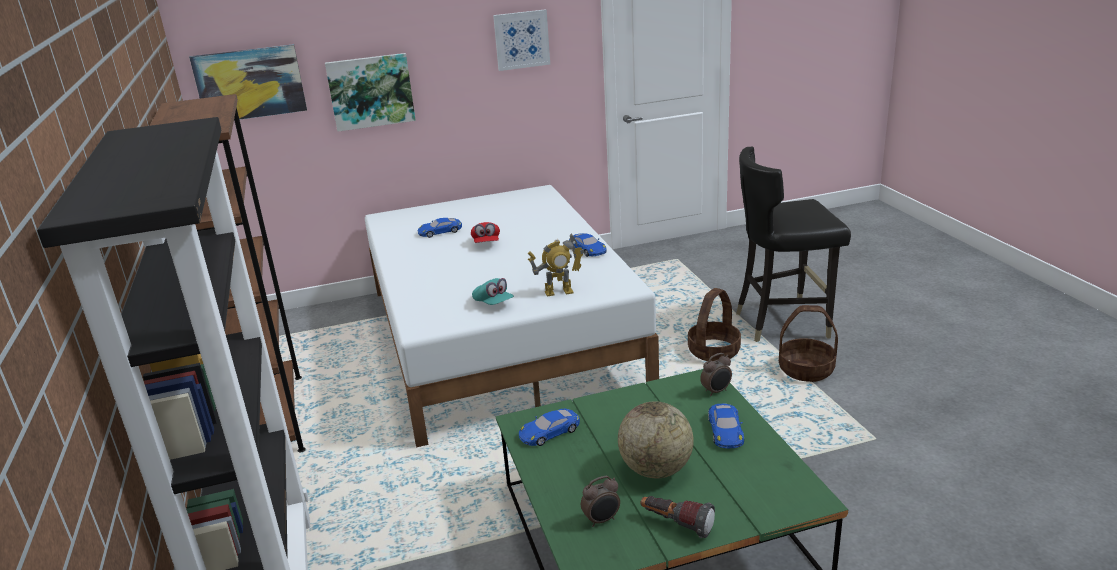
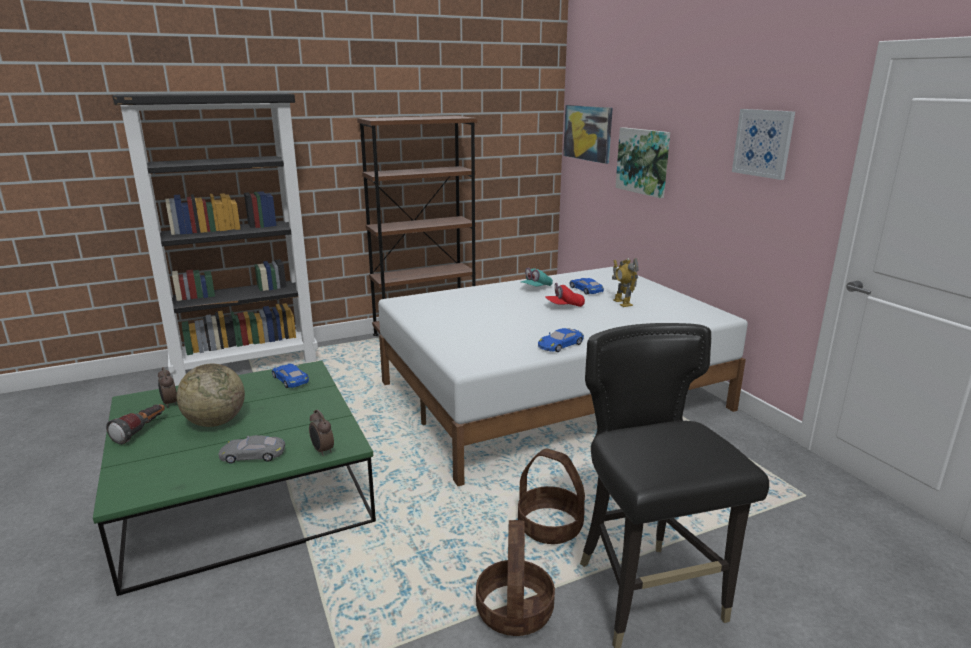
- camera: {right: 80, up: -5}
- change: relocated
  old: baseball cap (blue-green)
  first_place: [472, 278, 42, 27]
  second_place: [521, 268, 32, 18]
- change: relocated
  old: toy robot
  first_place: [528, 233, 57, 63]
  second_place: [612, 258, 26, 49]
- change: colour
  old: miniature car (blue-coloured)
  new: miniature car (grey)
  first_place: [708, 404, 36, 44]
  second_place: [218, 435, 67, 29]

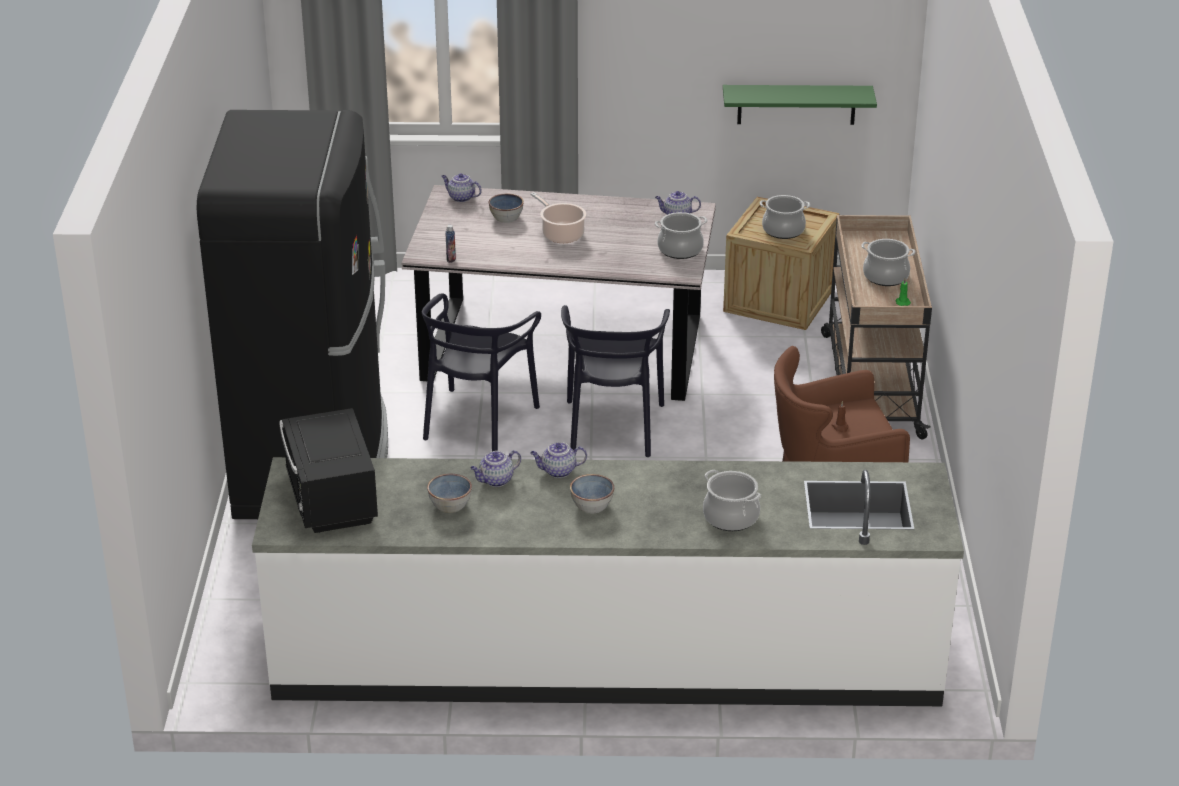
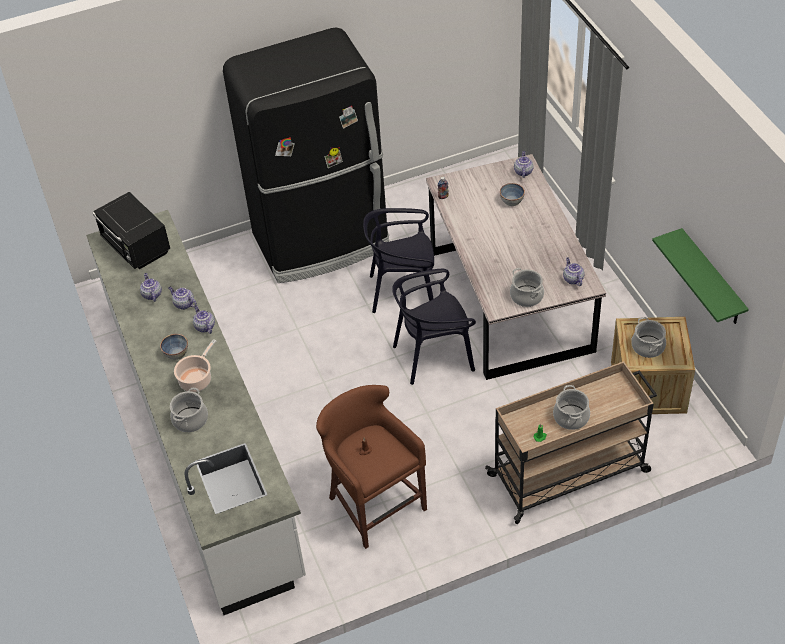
- camera: {right: 70, up: 15}
- change: relocated
  old: cooking pot
  first_place: [530, 192, 56, 51]
  second_place: [174, 339, 42, 53]
- change: exchanged
  old: serving bowl
  new: pot for tea
  first_place: [427, 474, 45, 39]
  second_place: [140, 273, 22, 29]
- change: spun
  old: microwave (black-coloured)
  first_place: [279, 408, 99, 125]
  second_place: [92, 192, 78, 77]
  degrees: -90

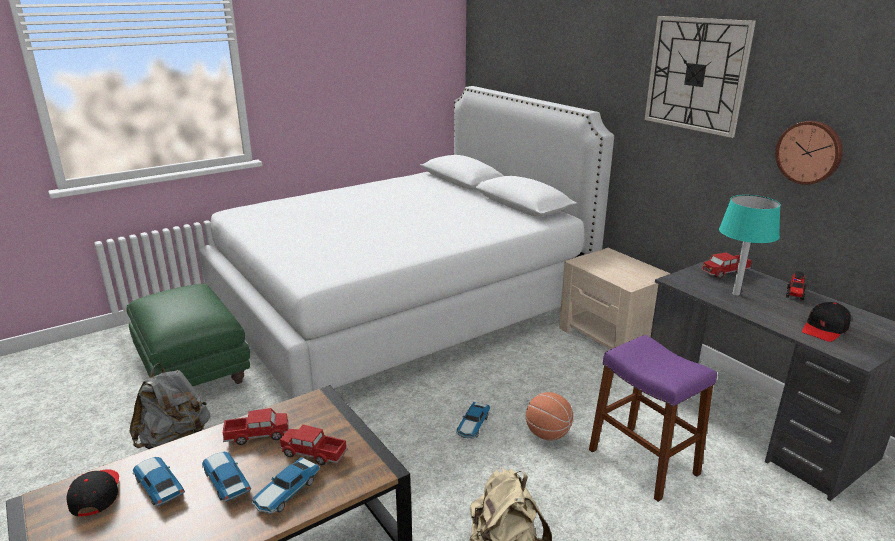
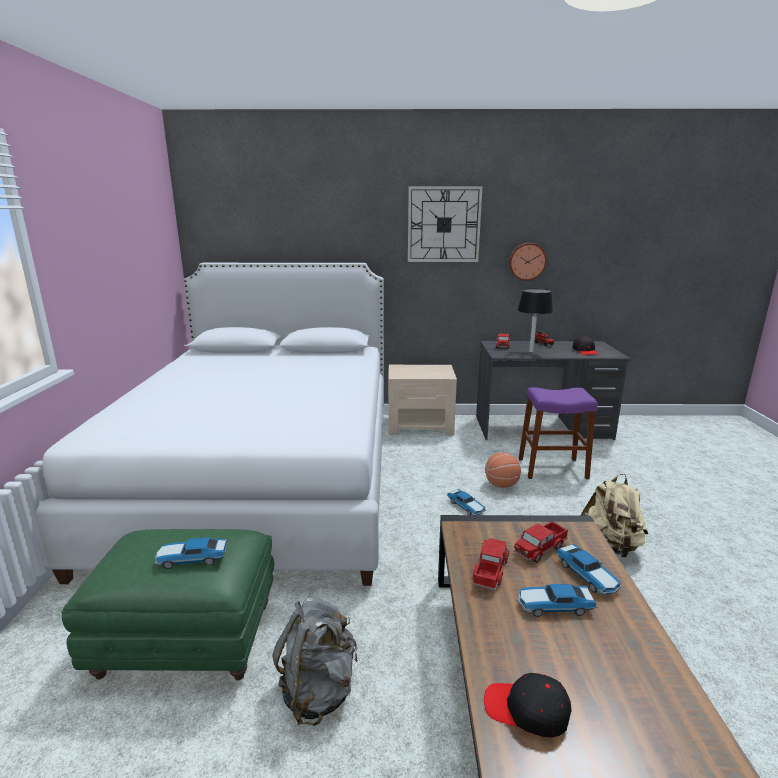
- camera: {right: -55, up: -5}
- change: relocated
  old: miniature car
  first_place: [133, 457, 52, 49]
  second_place: [155, 538, 73, 31]
- change: colour
  old: lamp for a table (blue-green)
  new: lamp for a table (black-coloured)
  first_place: [719, 195, 62, 101]
  second_place: [518, 289, 35, 63]

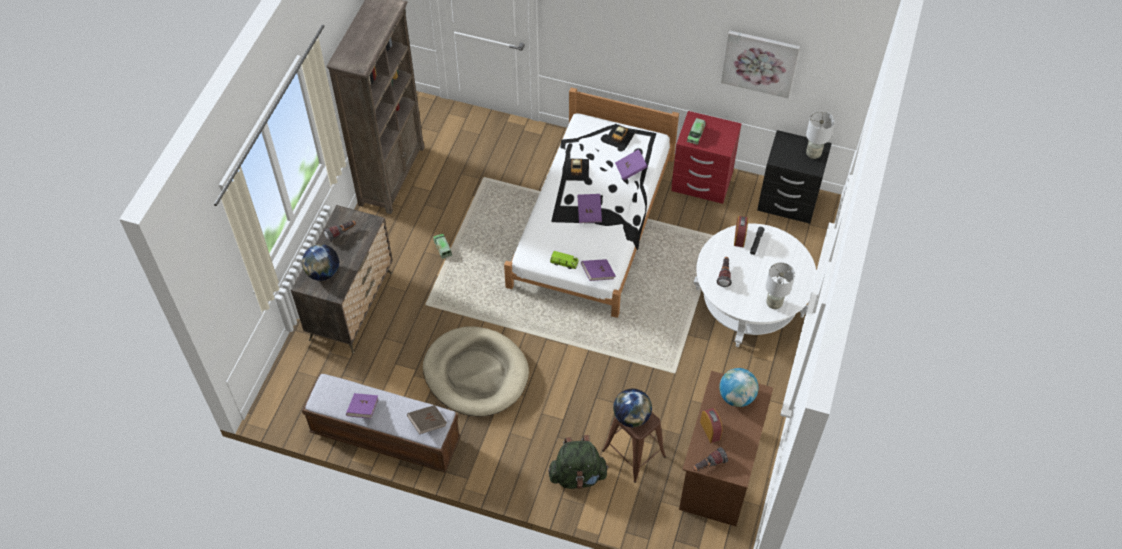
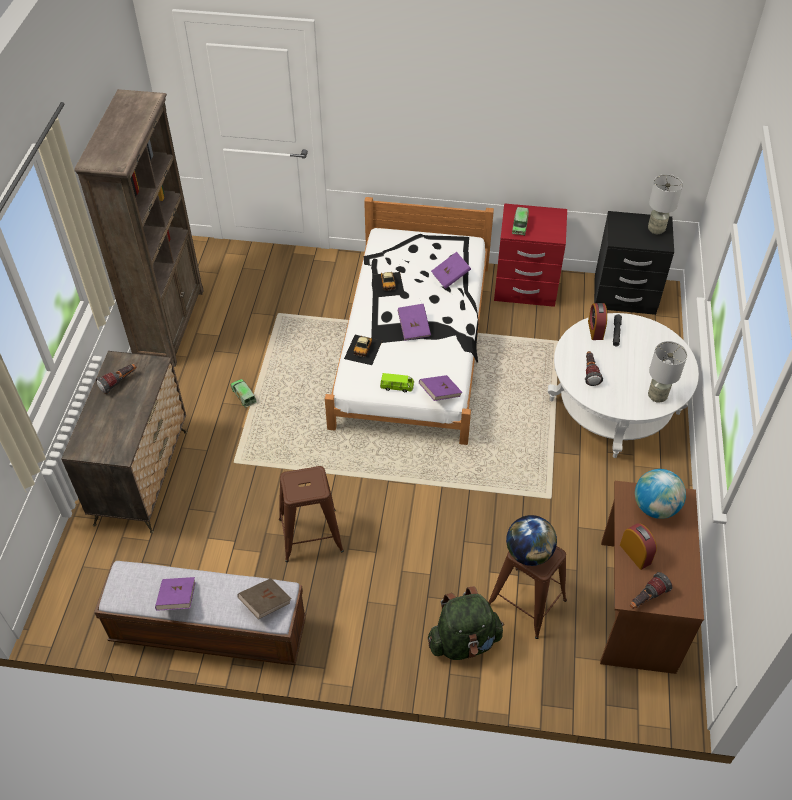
- camera: {right: -10, up: -5}
- change: missing
  old: globe
  first_place: [302, 244, 37, 37]
- change: missing
  old: wall picture
  first_place: [721, 30, 79, 68]
- change: relocated
  old: miniature car
  first_place: [604, 124, 32, 26]
  second_place: [344, 335, 38, 30]
- change: exchanged
  old: dog cushion (beige-coloured)
  new: stool (brown)
  first_place: [423, 326, 106, 90]
  second_place: [279, 466, 65, 96]

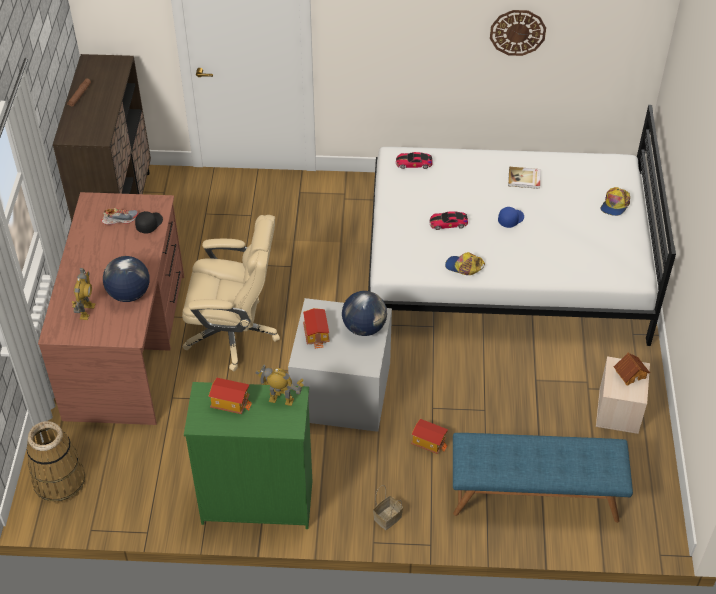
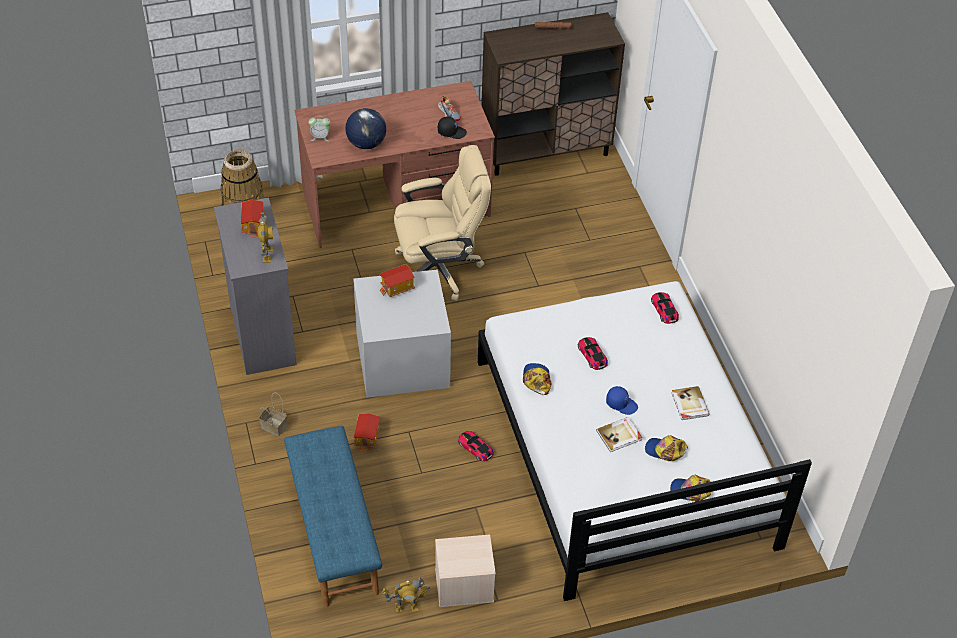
- camera: {right: 70, up: 0}
- change: missing
  old: globe
  first_place: [342, 291, 45, 45]
- change: missing
  old: hanging clock
  first_place: [490, 10, 56, 46]
- change: missing
  old: toy house
  first_place: [614, 353, 36, 33]
- change: appeared
  new: table clock
  second_place: [308, 117, 22, 24]
- change: appeared
  new: miniature car
  second_place: [458, 431, 36, 31]
- change: appeared
  new: book
  second_place: [596, 417, 46, 35]
- change: appeared
  new: baseball cap
  second_place: [645, 435, 43, 26]
- change: relocated
  old: toy robot
  first_place: [72, 268, 23, 52]
  second_place: [382, 577, 48, 36]
- change: colour
  old: dresser (greenish)
  new: dresser (grey)
  first_place: [184, 382, 128, 147]
  second_place: [214, 198, 83, 177]
- change: spun
  old: office chair (beige-coloured)
  first_place: [182, 215, 98, 156]
  second_place: [394, 145, 97, 156]
  degrees: -90

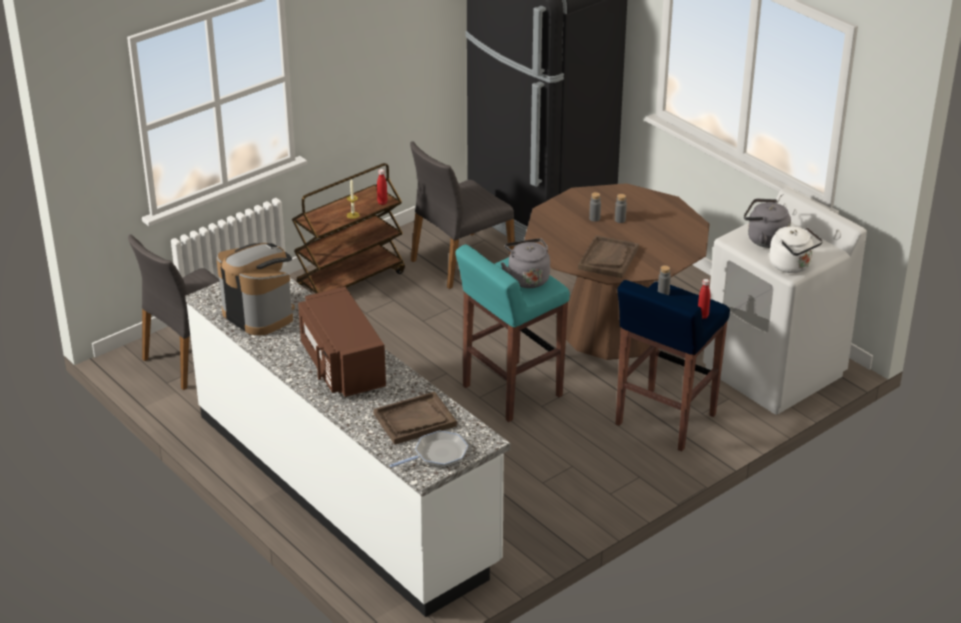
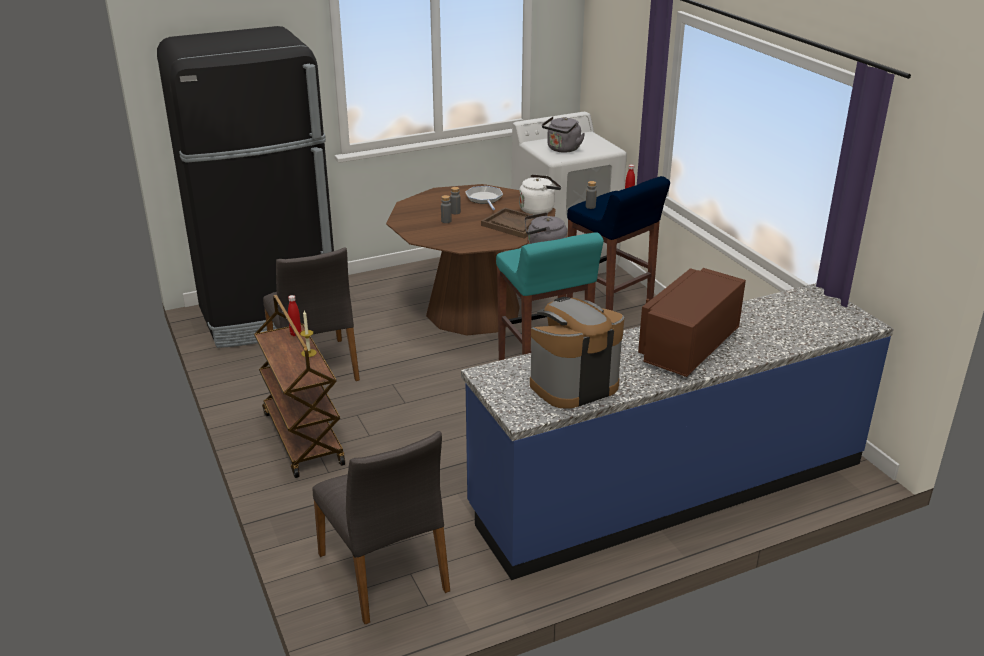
- camera: {right: -75, up: -5}
- change: missing
  old: tray (brown)
  first_place: [373, 392, 84, 53]
- change: relocated
  old: pan
  first_place: [390, 431, 78, 37]
  second_place: [465, 186, 38, 24]
- change: relocated
  old: tea kettle (white-coloured)
  first_place: [769, 226, 54, 47]
  second_place: [519, 174, 42, 41]
- change: colour
  old: counter (white-coloured)
  new: counter (blue-coloured)
  first_place: [185, 270, 326, 347]
  second_place: [461, 283, 433, 297]
- change: spun
  old: microwave (brown)
  first_place: [298, 287, 88, 110]
  second_place: [638, 268, 108, 109]
  degrees: 135

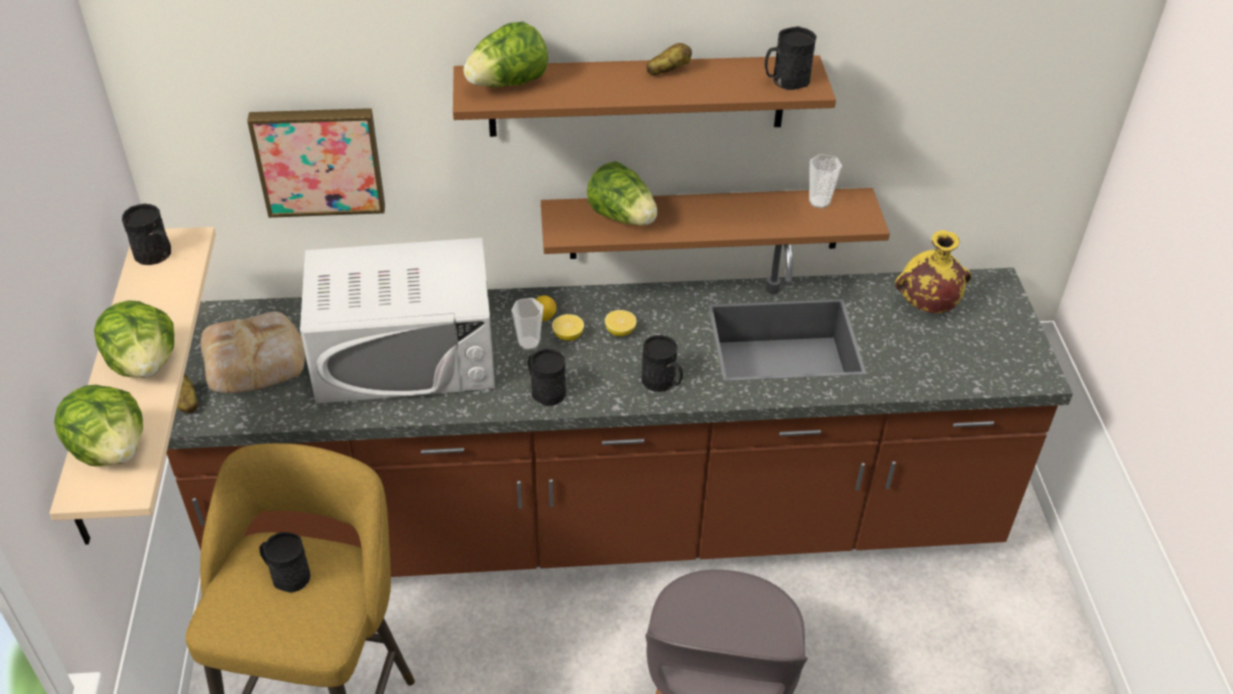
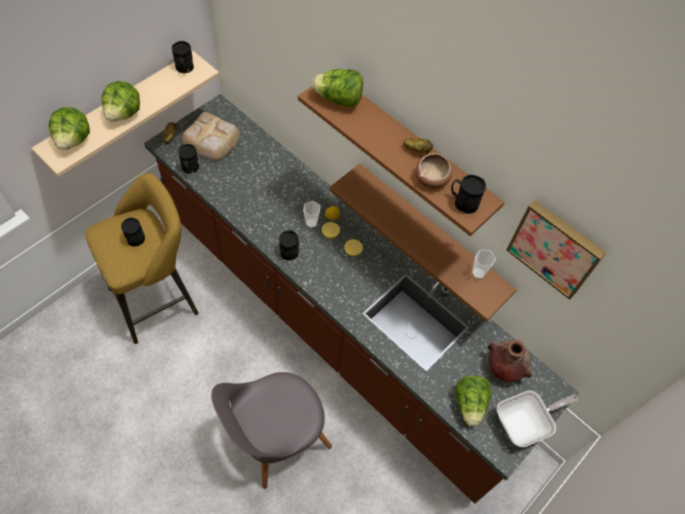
- camera: {right: 45, up: 15}
- change: missing
  old: microwave (white-coloured)
  first_place: [300, 238, 195, 166]
- change: appeared
  new: serving bowl
  second_place: [416, 153, 36, 36]
- change: appeared
  new: pan
  second_place: [497, 391, 81, 56]
- change: relocated
  old: wall picture
  first_place: [247, 108, 138, 110]
  second_place: [506, 200, 101, 100]
- change: relocated
  old: lettuce
  first_place: [587, 161, 70, 65]
  second_place: [455, 376, 36, 50]
- change: relocated
  old: coffee mug (black-coloured)
  first_place: [642, 335, 41, 57]
  second_place: [178, 144, 21, 30]
- change: colour
  old: vase (yellow)
  new: vase (brown)
  first_place: [895, 230, 76, 83]
  second_place: [488, 340, 44, 42]

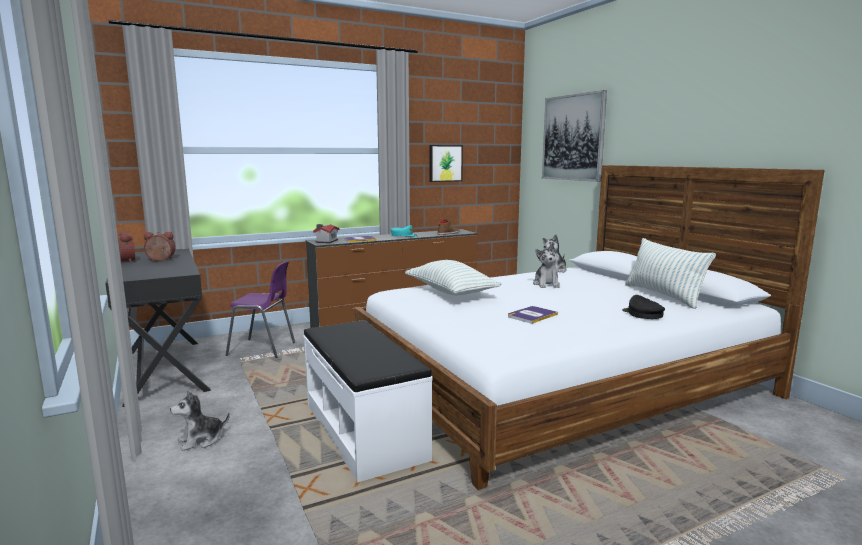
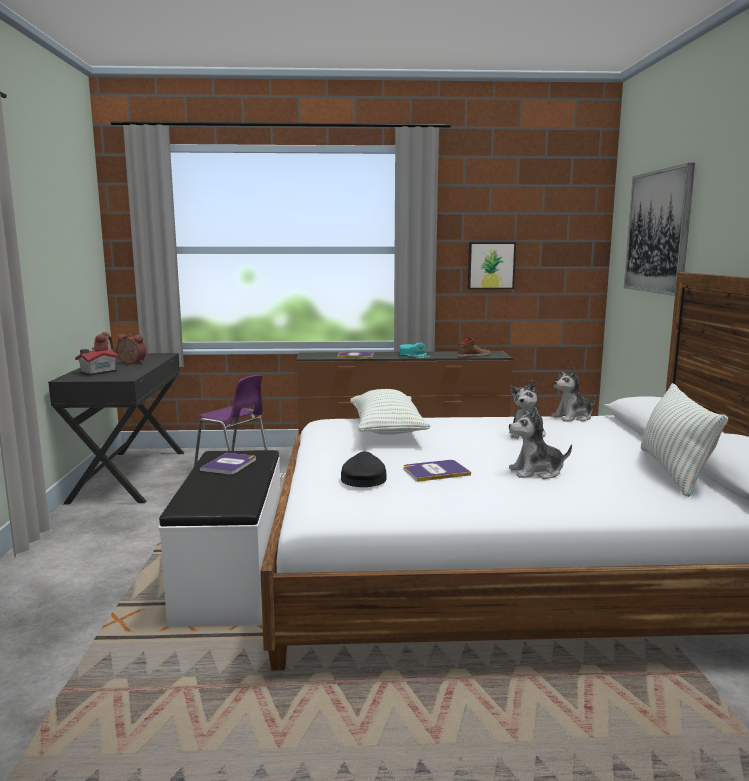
- camera: {right: 25, up: 0}
- change: appeared
  new: book
  second_place: [200, 453, 56, 21]
- change: relocated
  old: cuddly toy
  first_place: [170, 391, 60, 60]
  second_place: [509, 407, 63, 72]
- change: relocated
  old: toy house
  first_place: [313, 224, 26, 19]
  second_place: [75, 349, 44, 26]
- change: relocated
  old: baseball cap (black-coloured)
  first_place: [622, 295, 43, 24]
  second_place: [341, 451, 45, 36]

